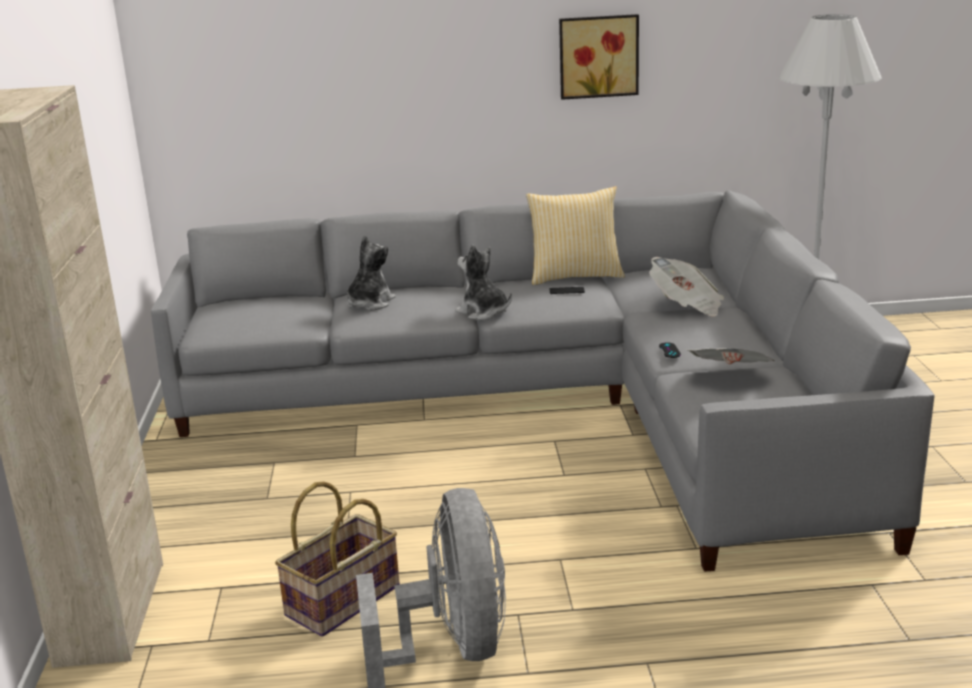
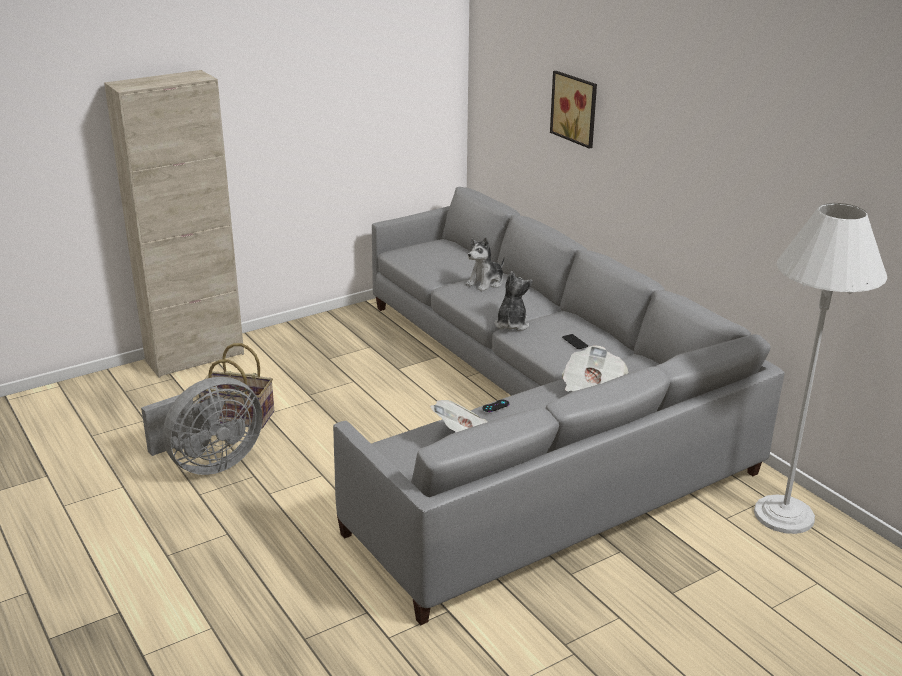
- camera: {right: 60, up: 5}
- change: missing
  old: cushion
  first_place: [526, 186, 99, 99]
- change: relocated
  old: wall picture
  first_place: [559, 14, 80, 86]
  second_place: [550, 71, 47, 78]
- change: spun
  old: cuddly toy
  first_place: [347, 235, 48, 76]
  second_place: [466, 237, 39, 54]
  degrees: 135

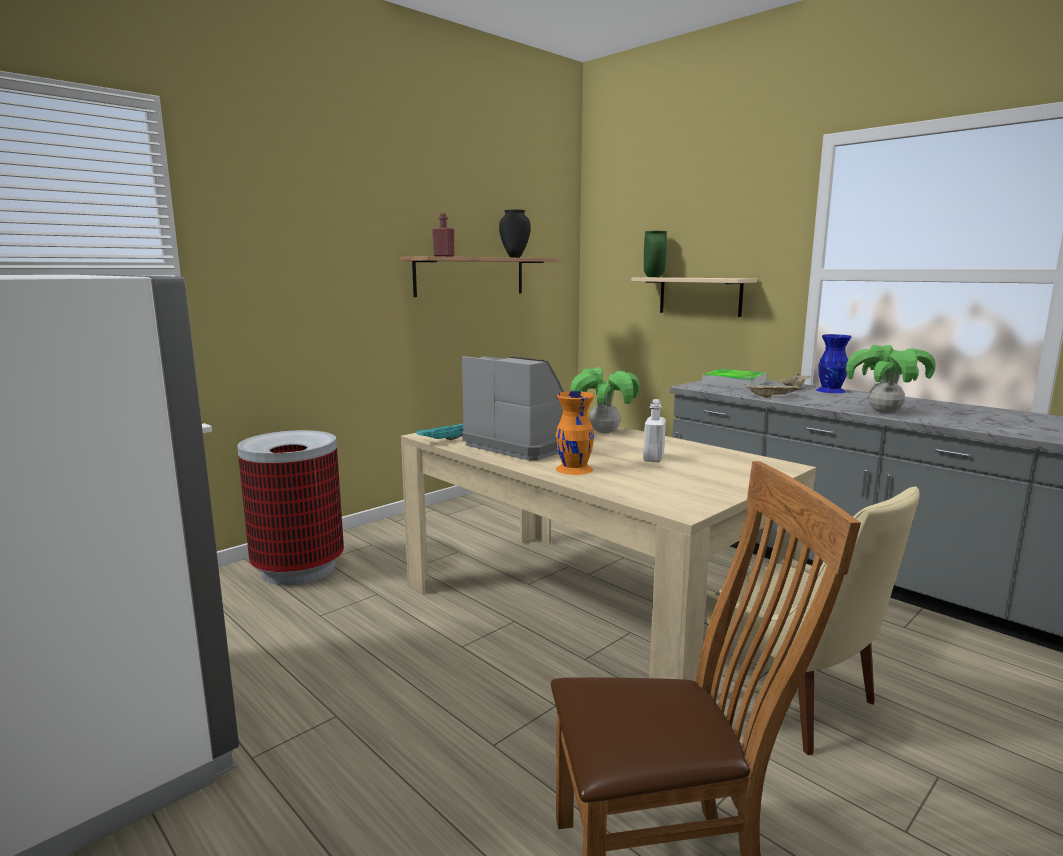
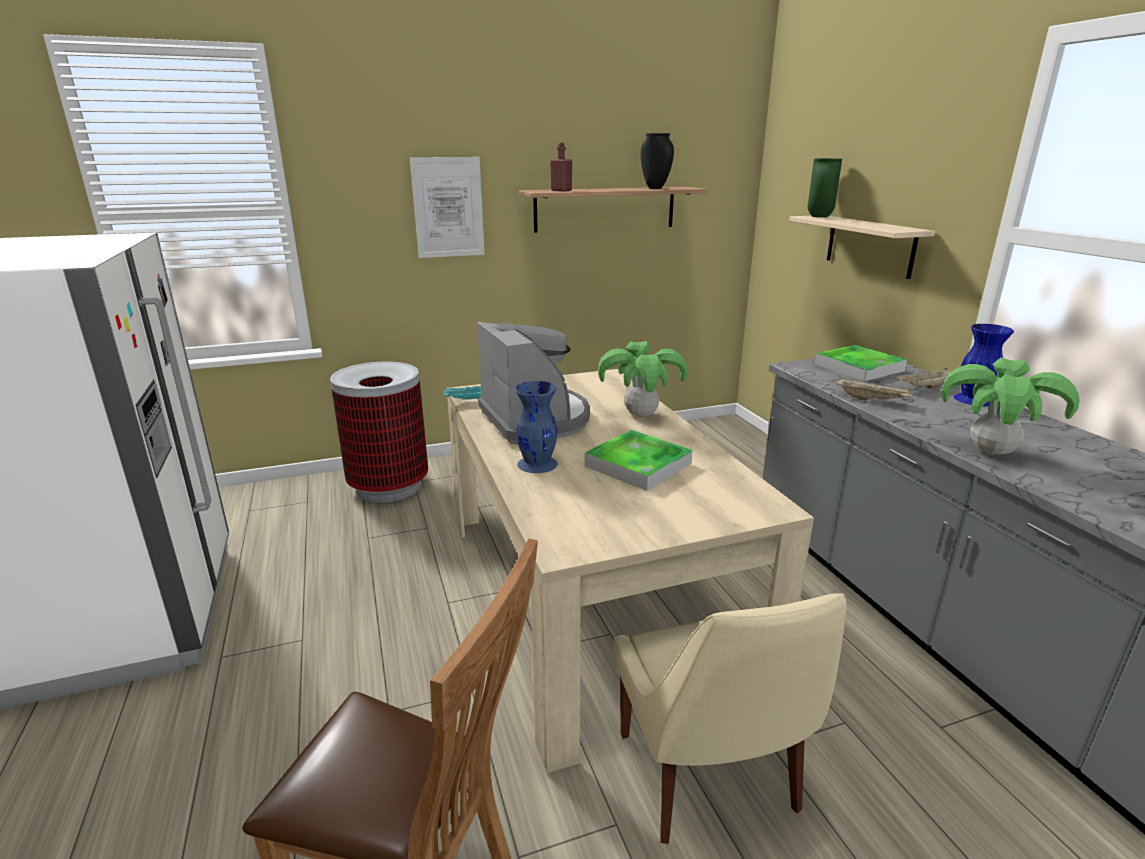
- camera: {right: 25, up: 10}
- change: appeared
  new: wall picture
  second_place: [410, 157, 75, 101]
- change: exchanged
  old: beverage bottle (white-coloured)
  new: tray
  first_place: [643, 399, 23, 63]
  second_place: [585, 430, 108, 61]
- change: colour
  old: vase (orangey)
  new: vase (blue-coloured)
  first_place: [555, 391, 39, 84]
  second_place: [515, 381, 43, 92]

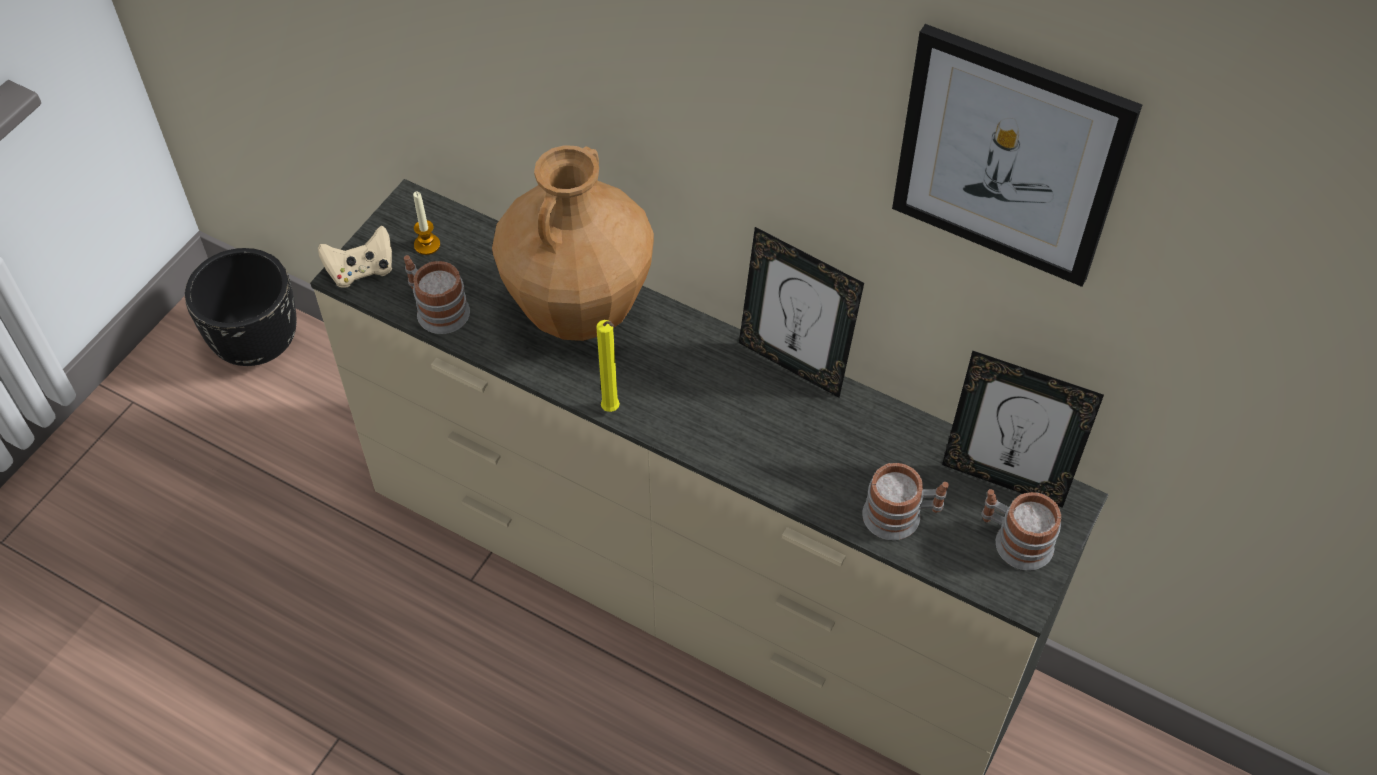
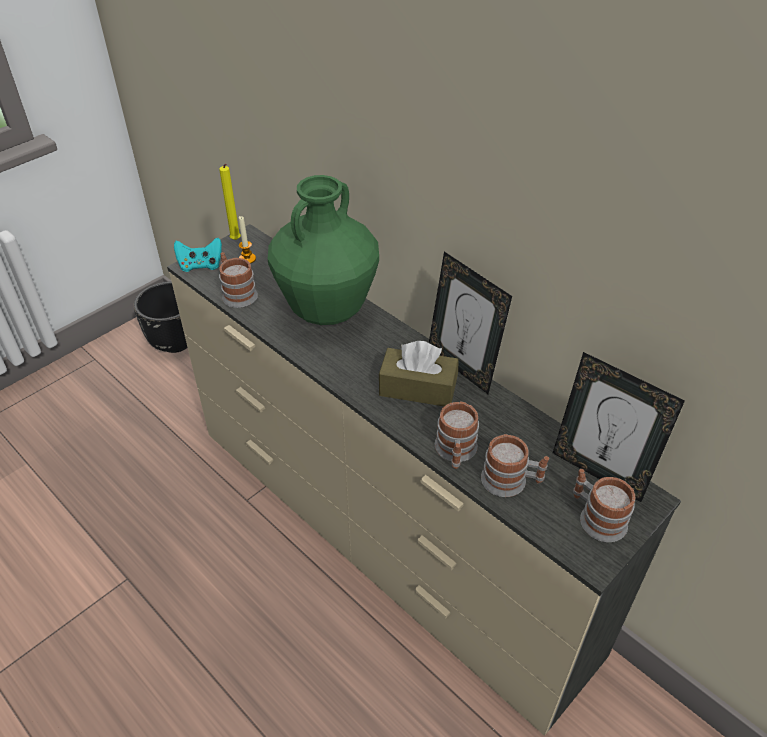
- camera: {right: 15, up: -10}
- change: missing
  old: wall picture
  first_place: [892, 24, 250, 263]
- change: appeared
  new: tissue box (brown)
  second_place: [379, 341, 80, 65]
- change: appeared
  new: coffee mug
  second_place: [435, 402, 44, 67]
- change: relocated
  old: wax candle (yellow)
  first_place: [596, 320, 24, 92]
  second_place: [219, 164, 22, 76]
- change: colour
  old: game controller (beige-coloured)
  new: game controller (blue-green)
  first_place: [318, 226, 74, 62]
  second_place: [174, 238, 48, 34]
- change: colour
  old: vase (brown)
  new: vase (greenish)
  first_place: [492, 145, 162, 196]
  second_place: [268, 175, 111, 150]

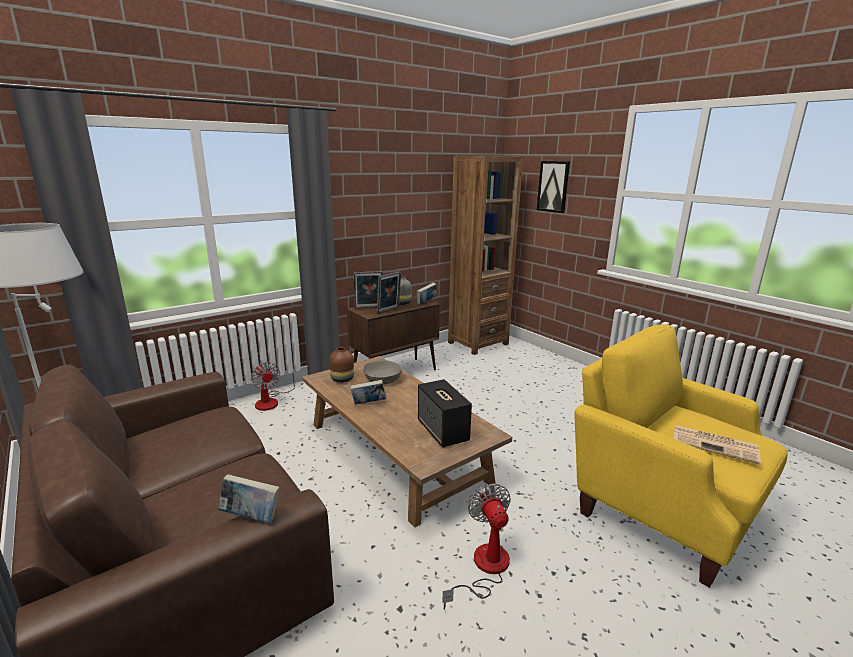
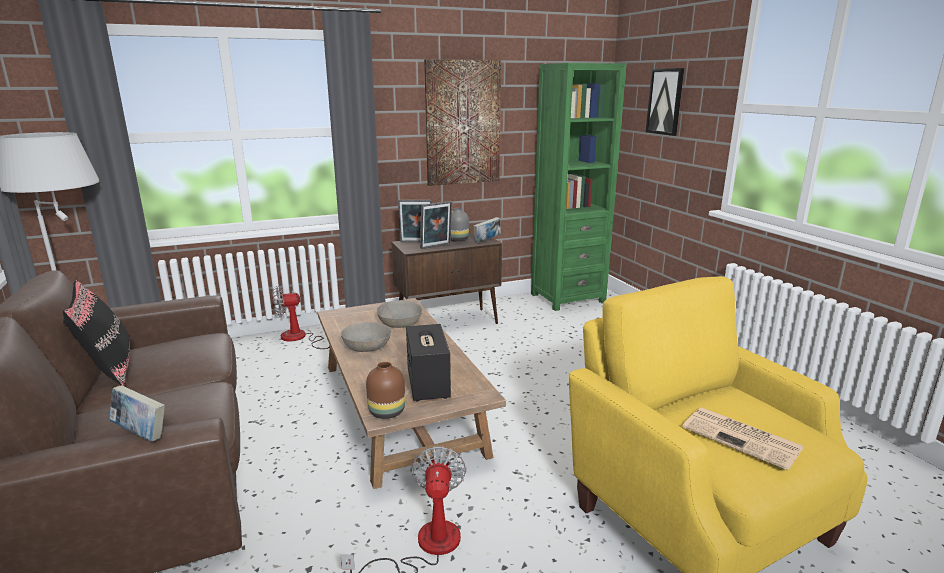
- camera: {right: 15, up: 0}
- change: appeared
  new: cushion (black-coloured)
  second_place: [63, 280, 67, 106]
- change: appeared
  new: wall picture
  second_place: [424, 59, 77, 127]
- change: relocated
  old: vase (brown)
  first_place: [329, 347, 25, 36]
  second_place: [366, 362, 39, 57]
- change: exchanged
  old: book
  new: serving bowl (grey)
  first_place: [350, 380, 37, 25]
  second_place: [341, 322, 50, 30]
- change: colour
  old: shelving unit (brown)
  new: shelving unit (greenish)
  first_place: [448, 156, 75, 199]
  second_place: [531, 63, 95, 248]
- change: spun
  old: cooling fan
  first_place: [251, 362, 44, 49]
  second_place: [272, 286, 58, 63]
  degrees: 90

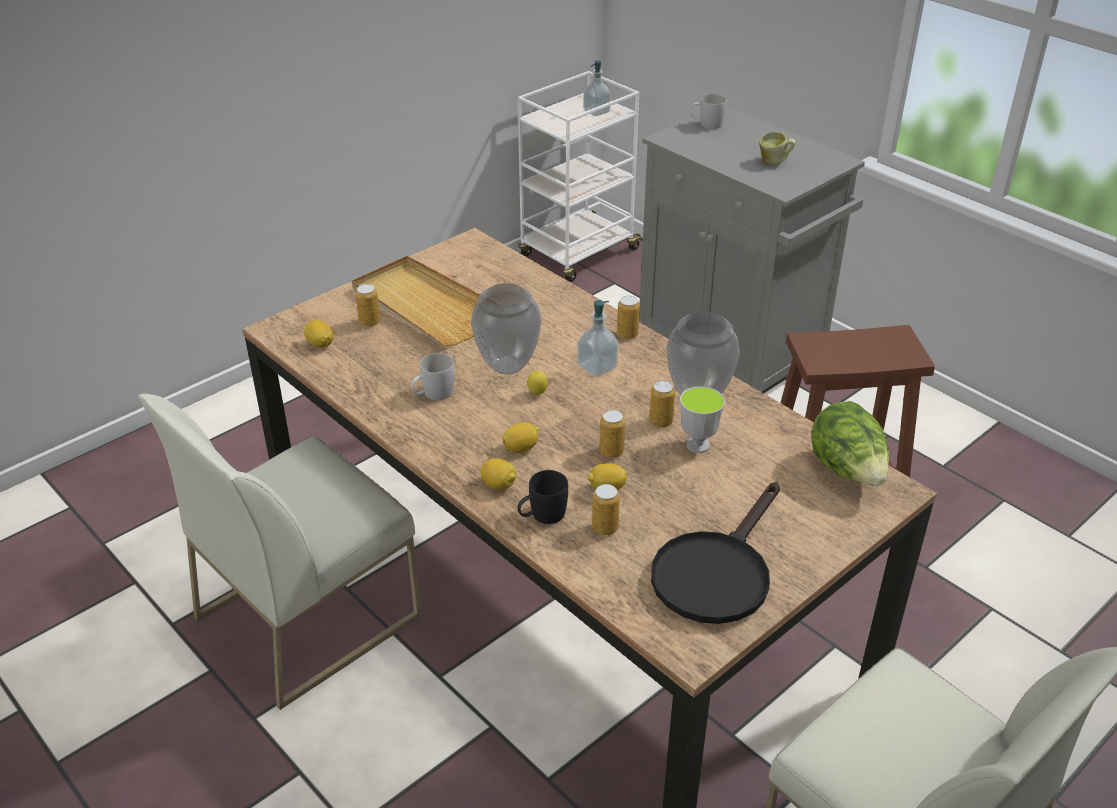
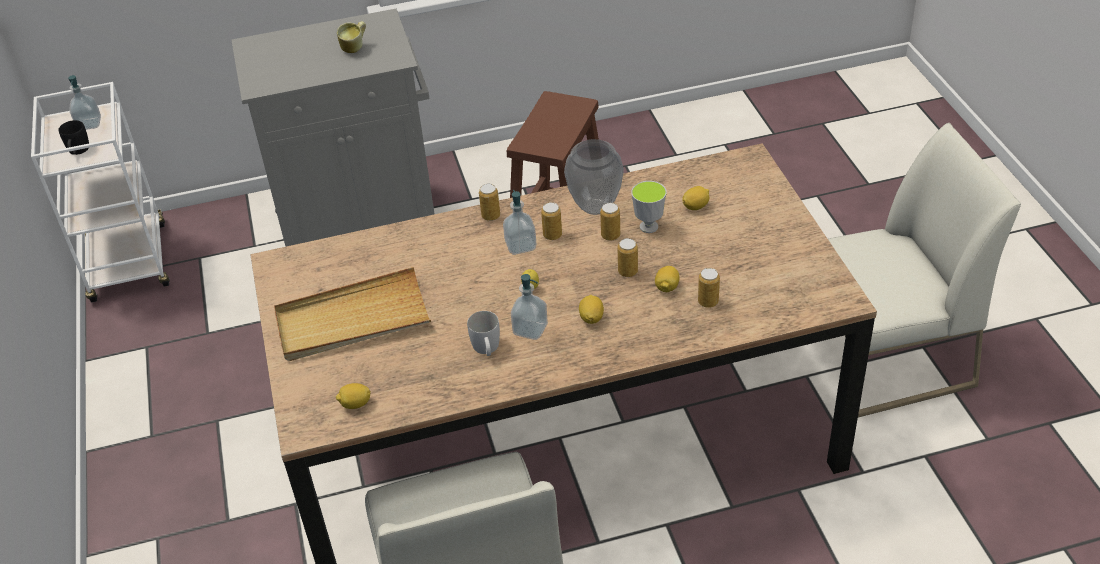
- camera: {right: -60, up: 5}
- change: missing
  old: vase
  first_place: [471, 283, 71, 91]
- change: missing
  old: pan (black-coloured)
  first_place: [651, 482, 129, 142]
- change: missing
  old: coffee mug (white-coloured)
  first_place: [690, 94, 37, 35]
- change: missing
  old: lettuce
  first_place: [811, 401, 78, 85]
- change: appeared
  new: soap bottle
  second_place: [511, 274, 37, 66]
- change: relocated
  old: can
  first_place: [355, 284, 25, 43]
  second_place: [541, 202, 21, 38]
- change: relocated
  old: lemon
  first_place: [481, 458, 35, 32]
  second_place: [682, 186, 27, 24]
- change: relocated
  old: coffee mug (black-coloured)
  first_place: [517, 470, 51, 54]
  second_place: [58, 120, 31, 35]

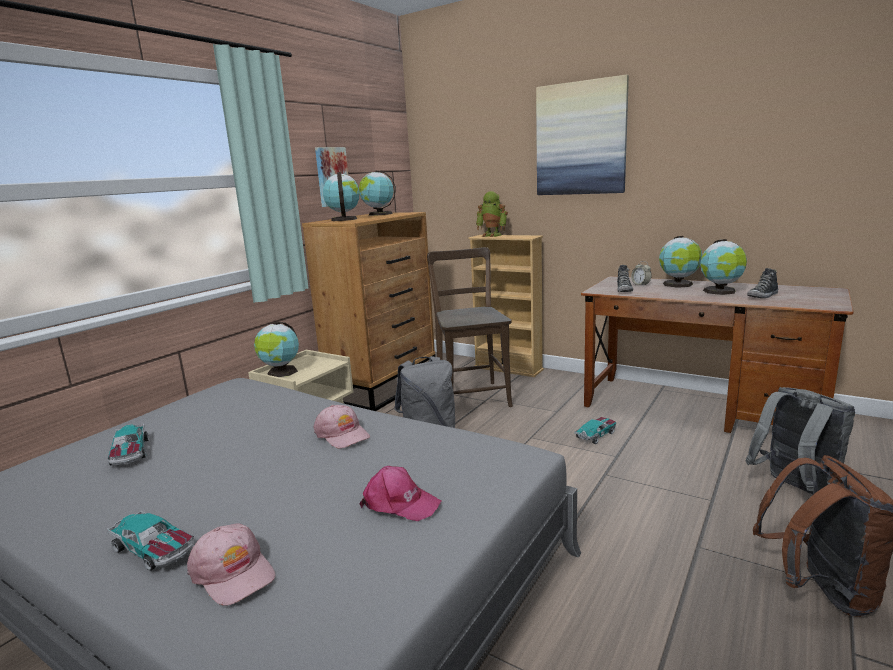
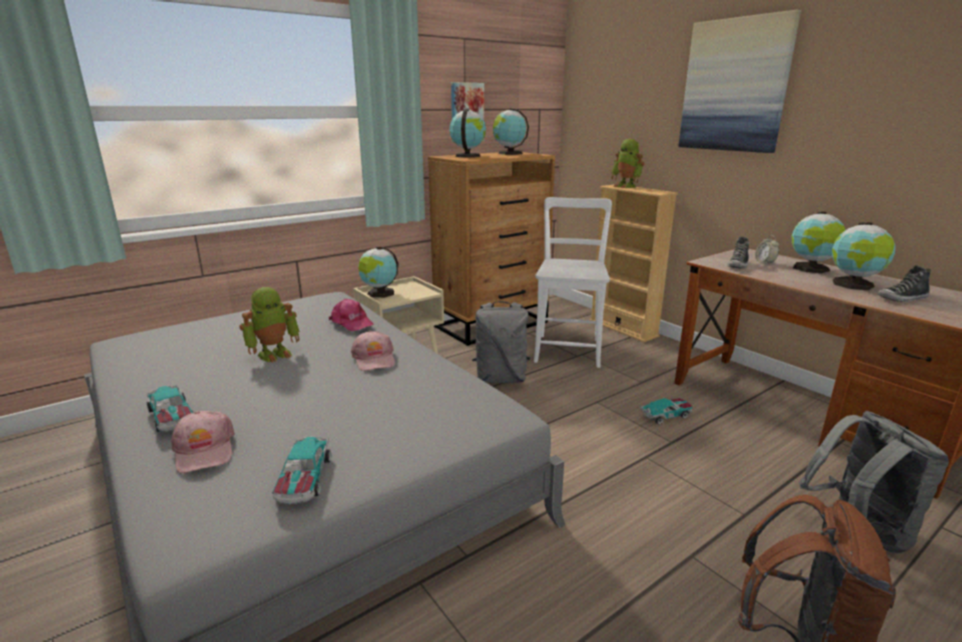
- camera: {right: 20, up: 5}
- change: appeared
  new: toy robot
  second_place: [239, 287, 61, 76]
- change: relocated
  old: miniature car
  first_place: [108, 424, 41, 42]
  second_place: [272, 436, 59, 68]
- change: relocated
  old: baseball cap (pink-coloured)
  first_place: [359, 466, 82, 55]
  second_place: [329, 299, 45, 32]
- change: colour
  old: plain chair (brown)
  new: plain chair (white-coloured)
  first_place: [427, 247, 86, 160]
  second_place: [534, 197, 78, 171]

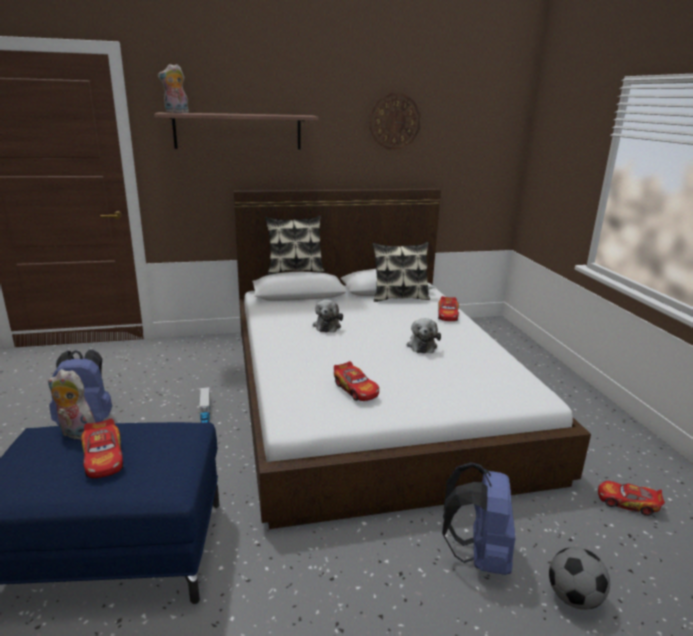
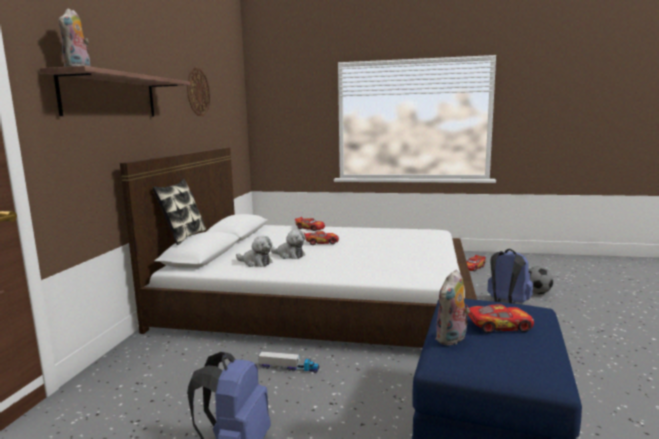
- camera: {right: -65, up: -10}
- change: missing
  old: cushion
  first_place: [373, 242, 57, 60]
- change: relocated
  old: miniature car
  first_place: [334, 361, 45, 40]
  second_place: [304, 231, 35, 14]
- change: relocated
  old: cuddly toy
  first_place: [407, 318, 34, 35]
  second_place: [236, 236, 36, 31]

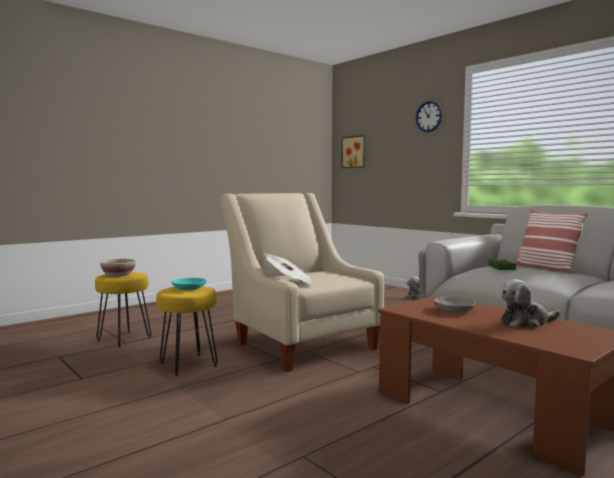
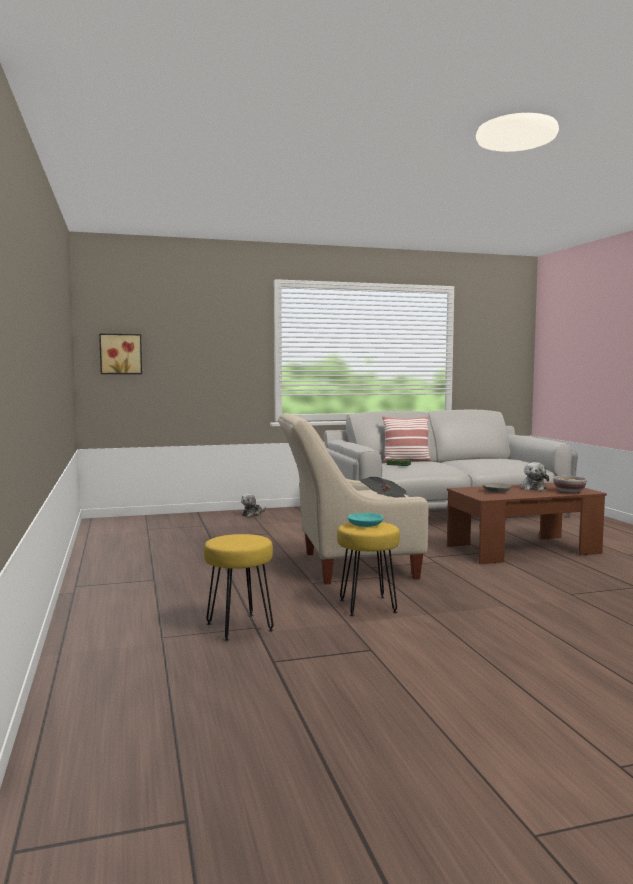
- camera: {right: -65, up: 0}
- change: missing
  old: hanging clock
  first_place: [416, 101, 26, 31]
- change: relocated
  old: serving bowl
  first_place: [100, 259, 36, 18]
  second_place: [553, 476, 34, 17]

